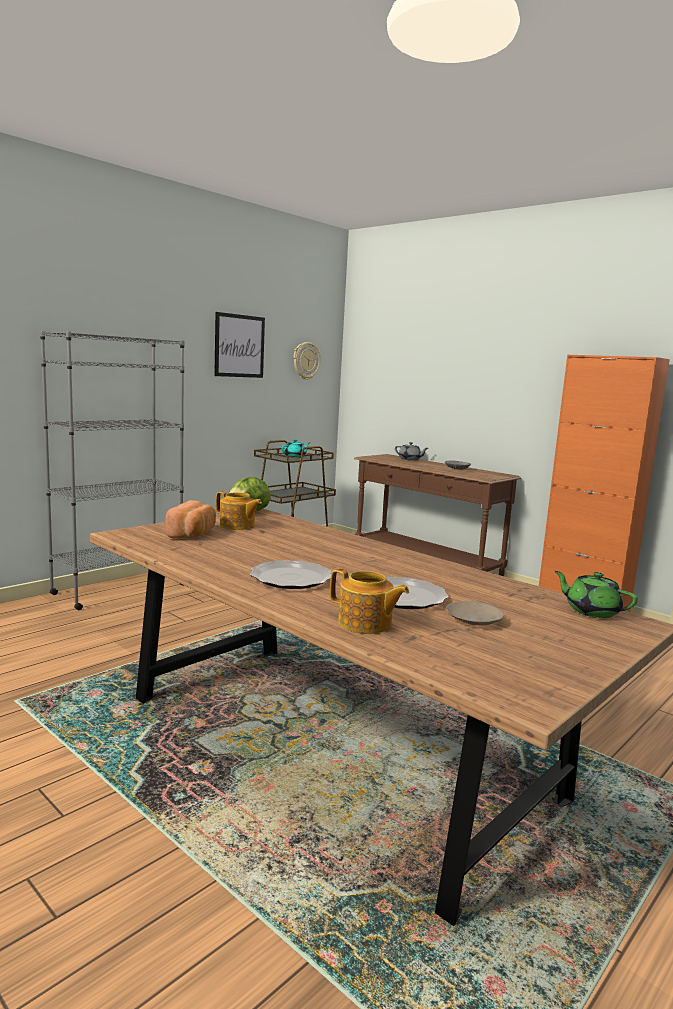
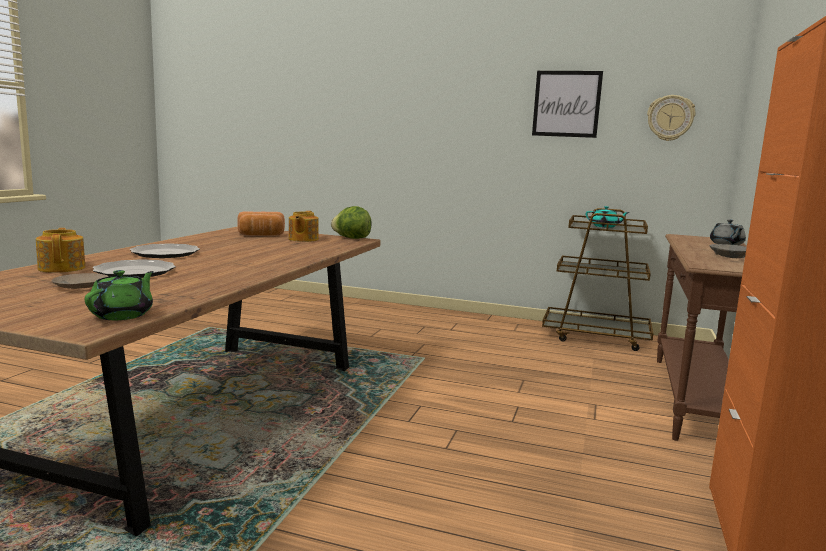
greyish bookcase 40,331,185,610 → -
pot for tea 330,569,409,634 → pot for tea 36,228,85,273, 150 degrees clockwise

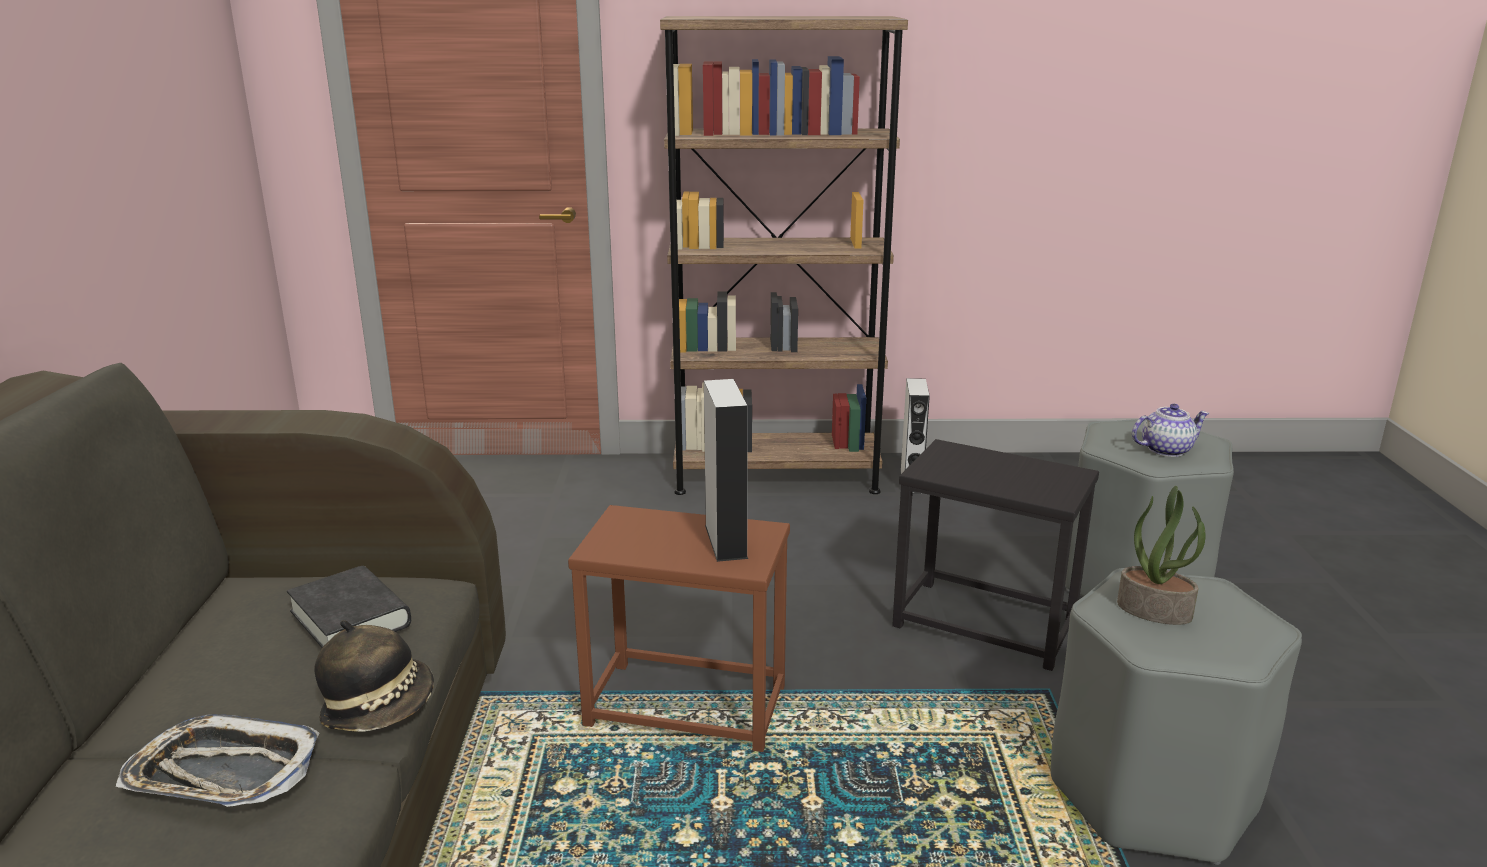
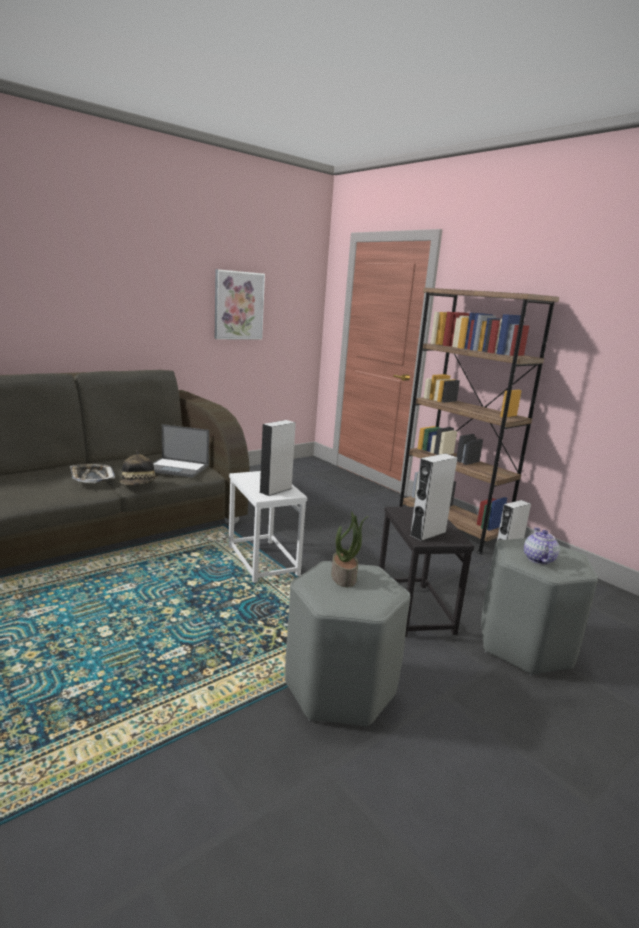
- → wall art 215,269,265,340
- → greyish loudspeaker 410,453,457,541
black bound book 287,566,411,648 → laptop 153,424,209,478
brownish accent table 568,505,790,752 → whitish accent table 229,471,307,583
pot for tea 1132,404,1210,457 → pot for tea 524,527,559,565, 120 degrees counterclockwise

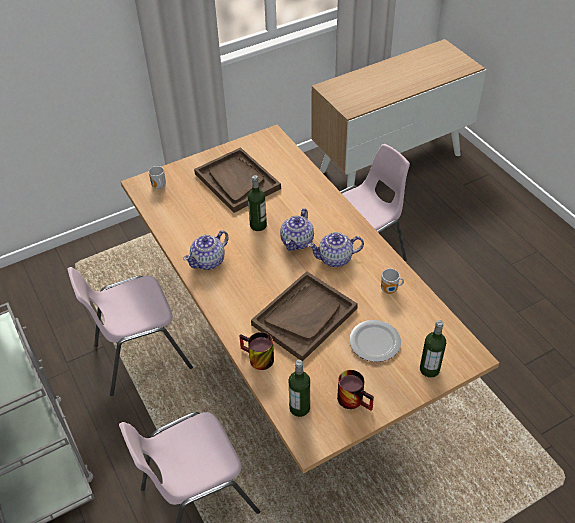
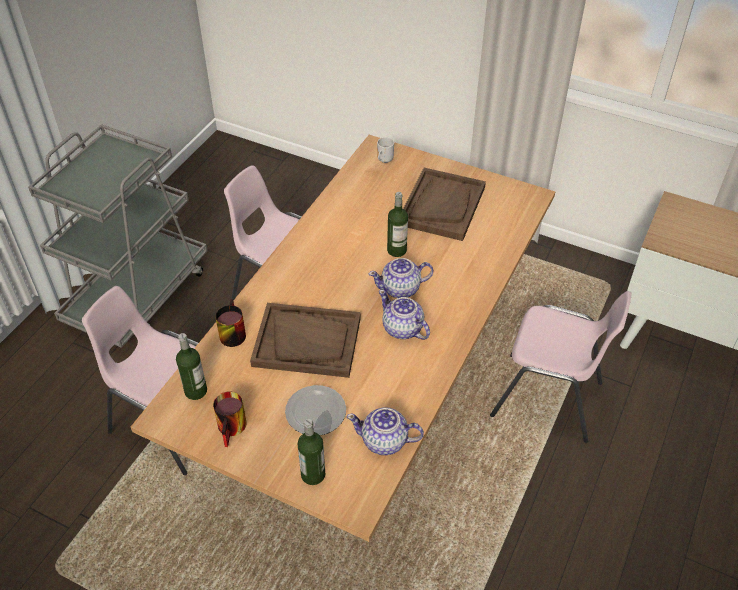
coffee mug 381,268,404,294 → -
pot for tea 183,230,229,270 → pot for tea 347,407,424,455, shifted

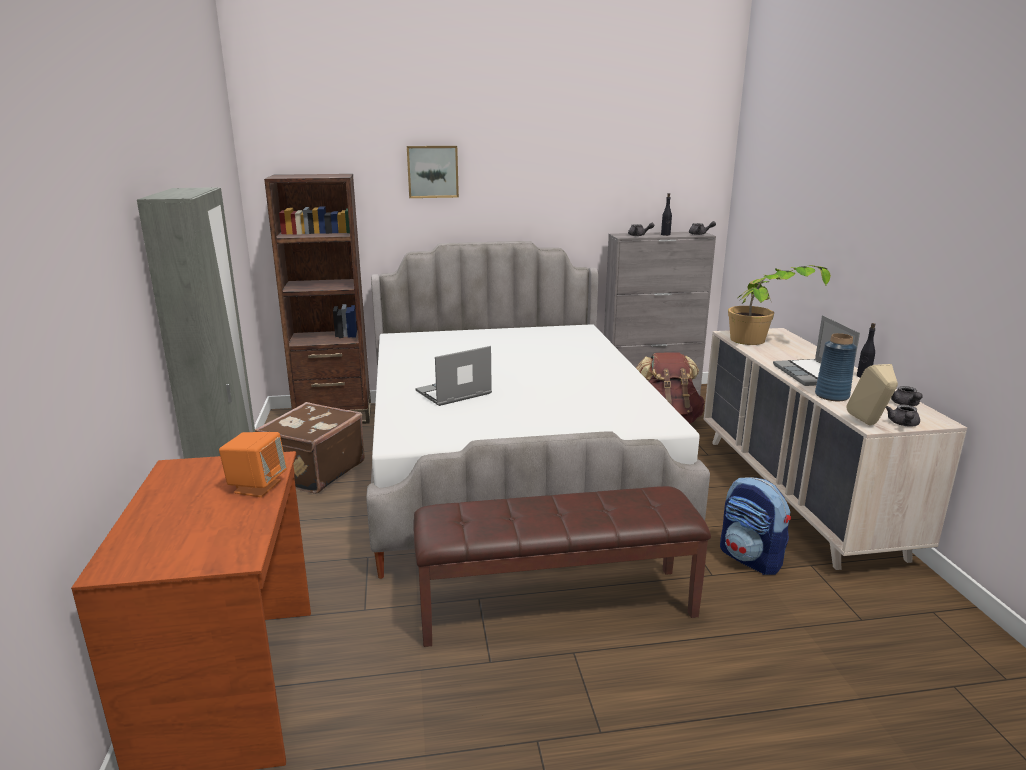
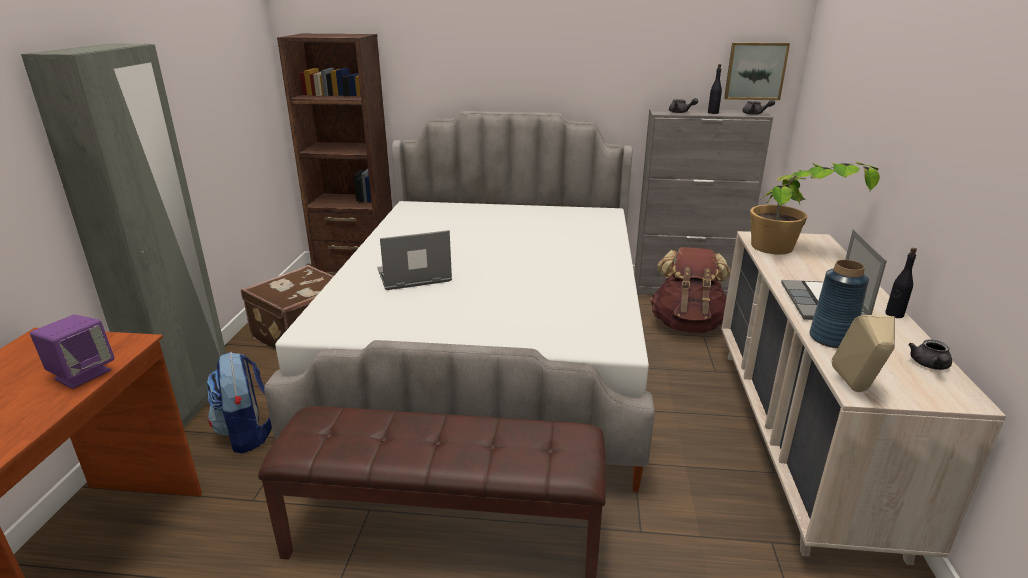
greyish pot for tea 886,404,920,427 → -
wall art 407,146,459,198 → wall art 724,42,790,100, shifted
rucksack 720,477,791,575 → rucksack 207,351,272,454, shifted
orange loudspeaker 219,432,287,497 → purplish loudspeaker 30,314,115,389

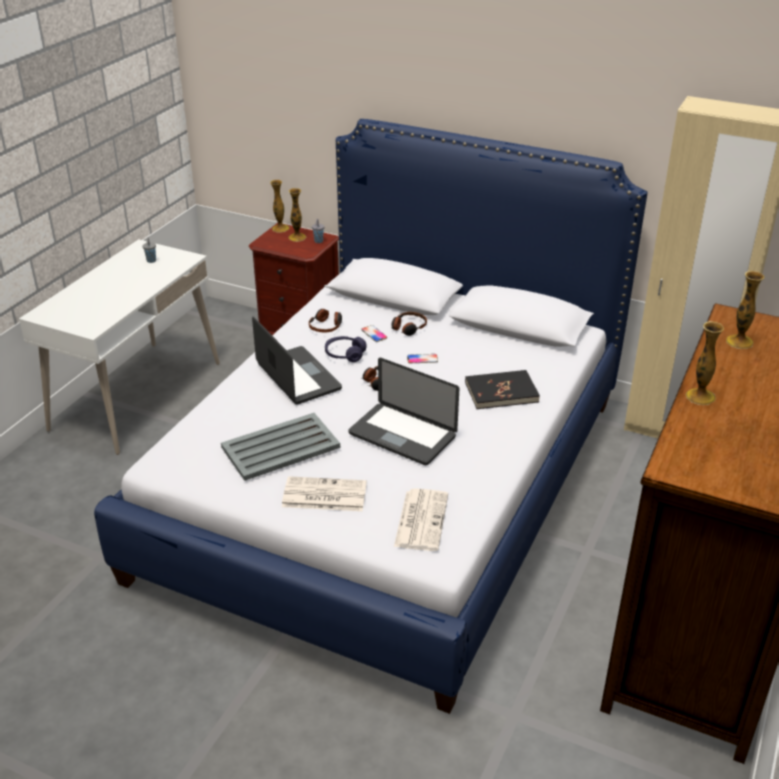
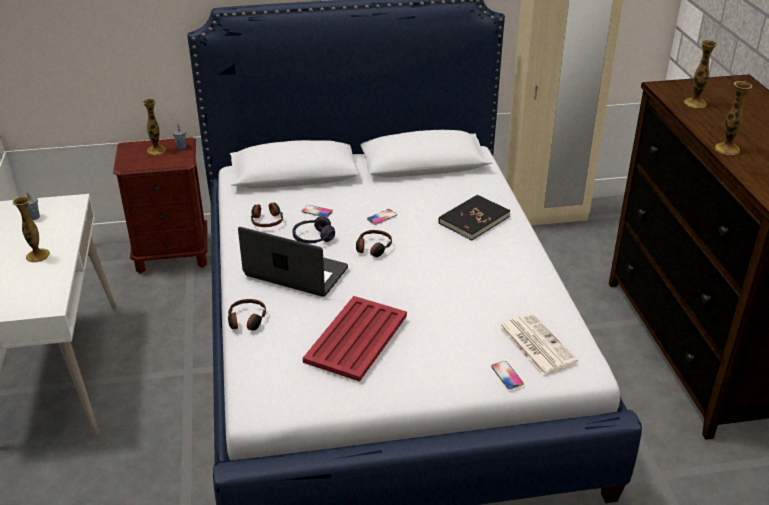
printed paper 282,476,367,511 → -
laptop 348,358,459,465 → -
- → telephone 491,361,524,389
vase 270,180,290,233 → vase 13,196,50,263, shifted
headphones 391,312,427,336 → headphones 228,299,266,330, shifted
greyish tray 221,413,340,481 → red-coloured tray 303,296,407,382

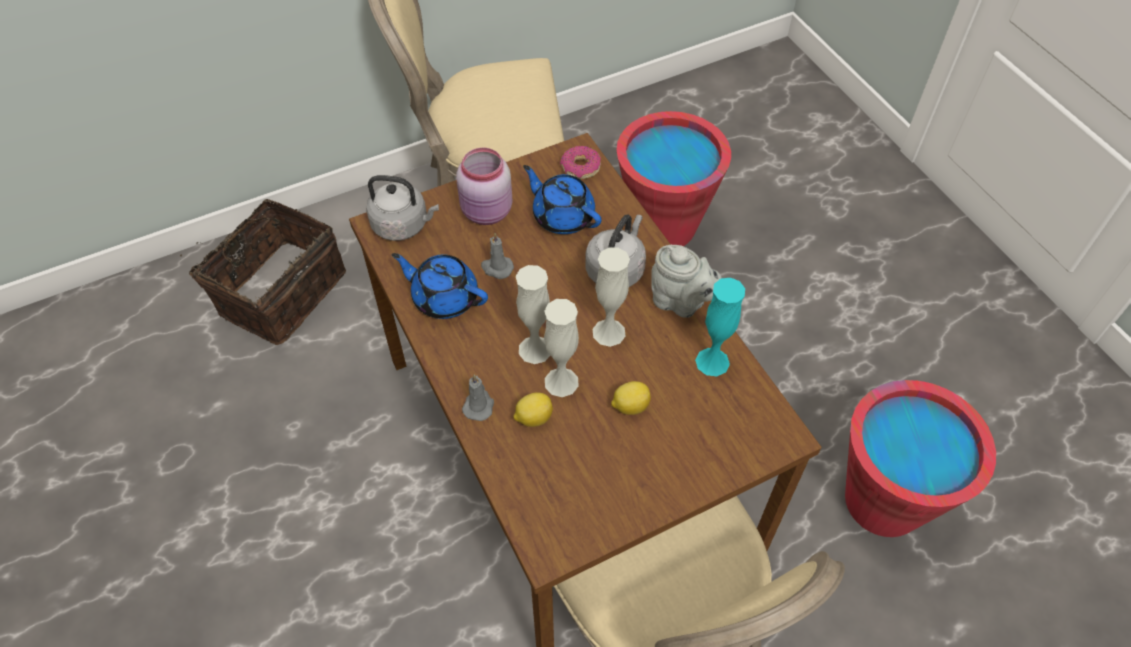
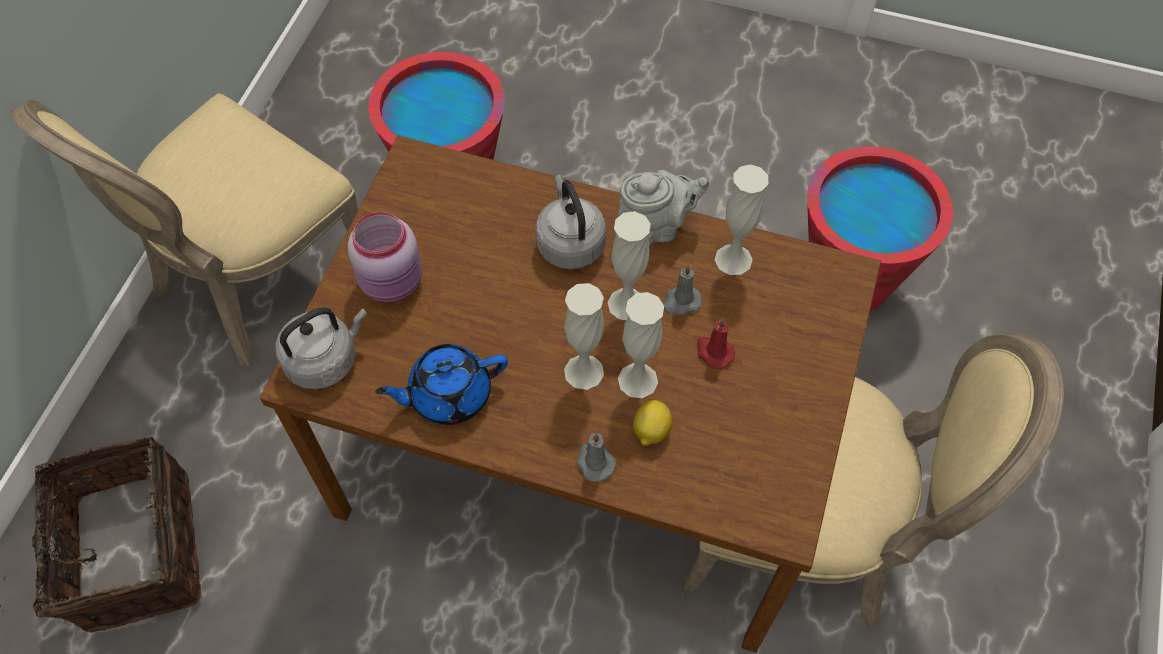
bluish pot for tea 523,165,602,234 → -
doughnut 560,146,601,179 → -
greyish candle 481,233,514,279 → greyish candle 663,265,702,315, shifted
whole lemon 611,381,651,415 → red-coloured candle 697,318,735,369
turquoise vase 695,278,745,376 → whitish vase 715,165,769,275

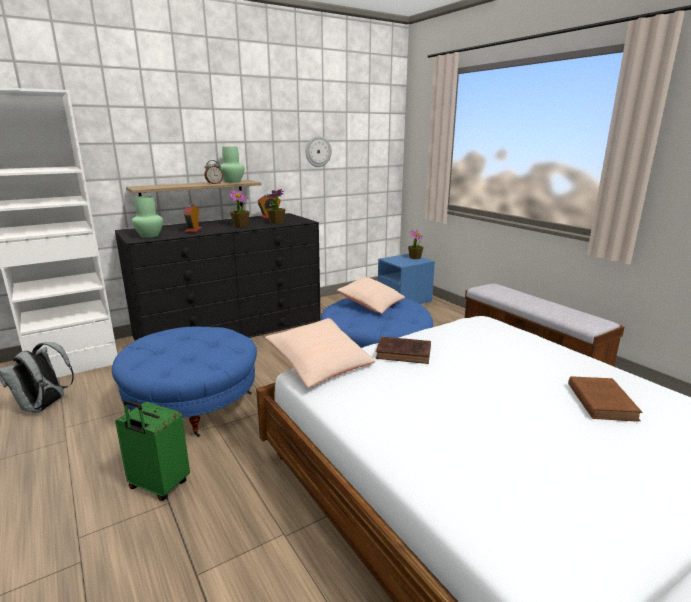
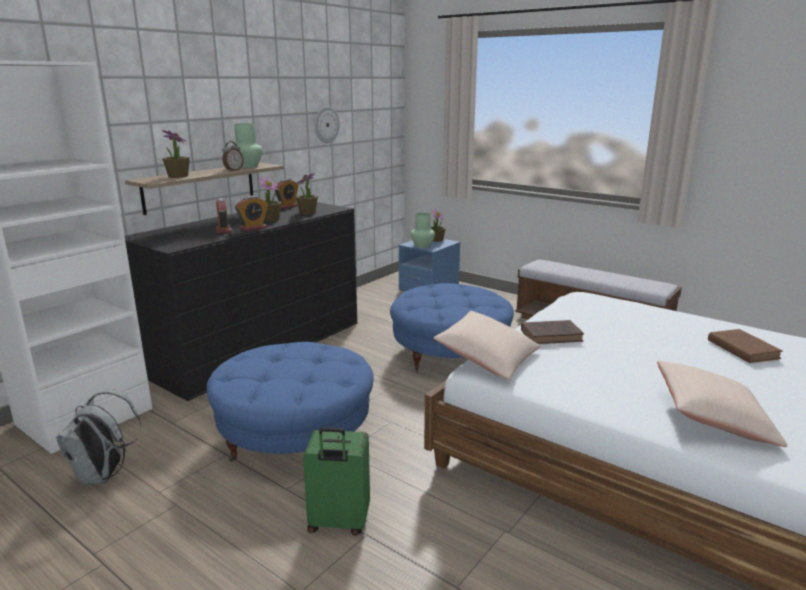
- → plant in a pot 162,130,190,178
- → table clock 235,196,268,231
green-coloured vase 132,196,163,238 → green-coloured vase 410,213,435,248, shifted
sand-coloured pillow 337,277,405,314 → sand-coloured pillow 657,361,787,447, shifted

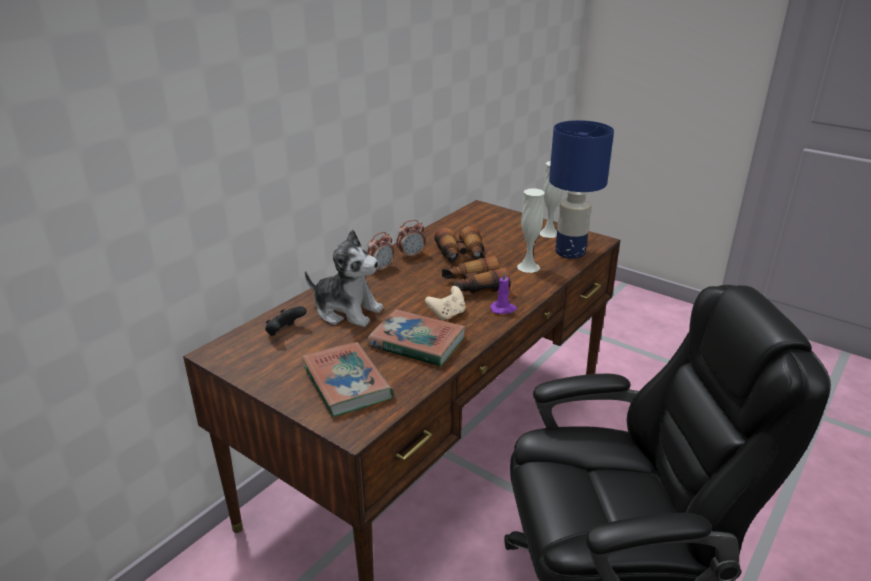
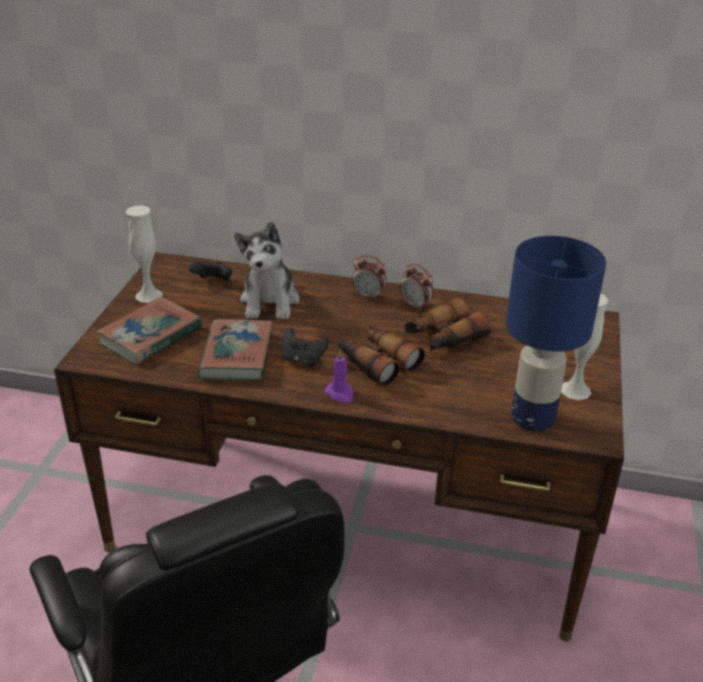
whitish vase 517,189,545,273 → whitish vase 125,205,162,303, shifted
sand-coloured gamepad 425,286,466,321 → black gamepad 282,328,329,367

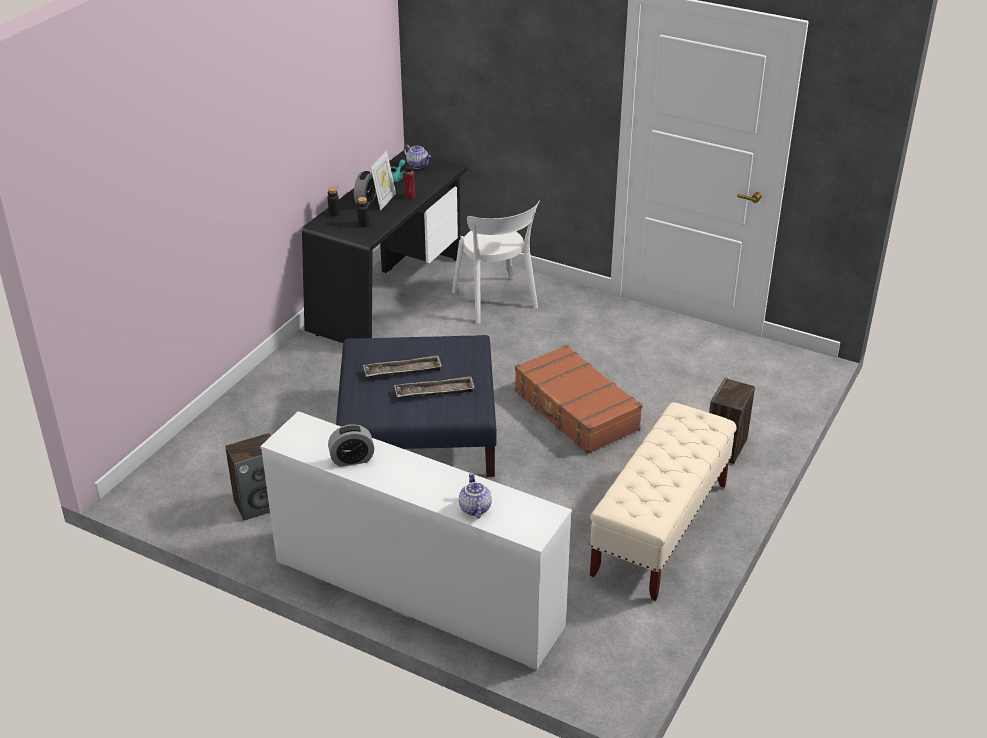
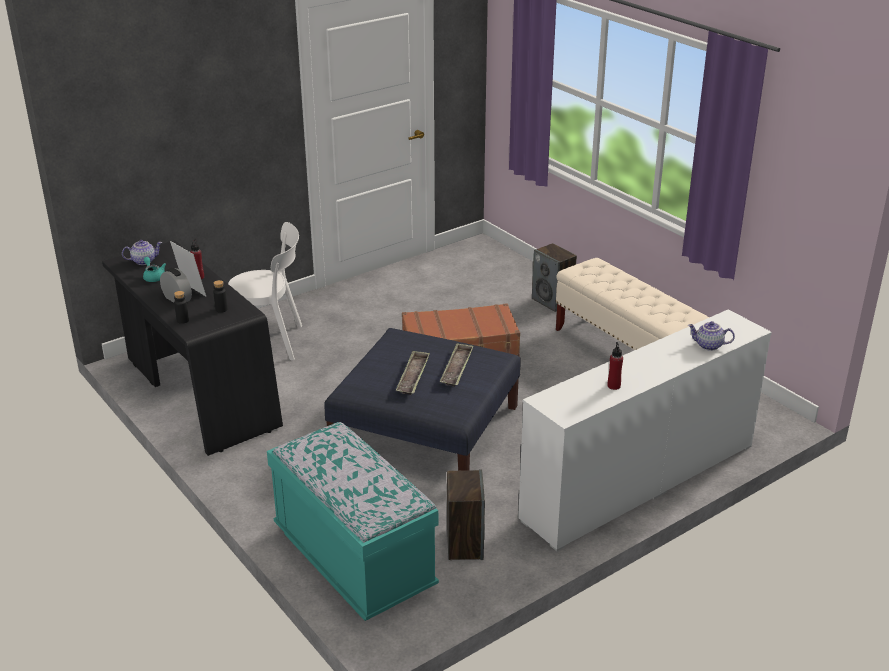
- → turquoise bench 267,422,439,621
table clock 328,424,374,467 → red-coloured drink bottle 608,342,623,390

